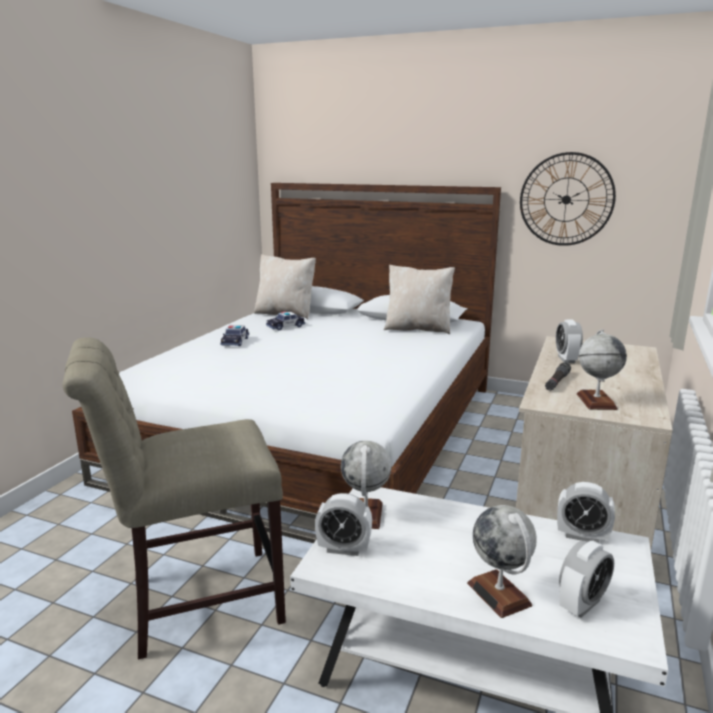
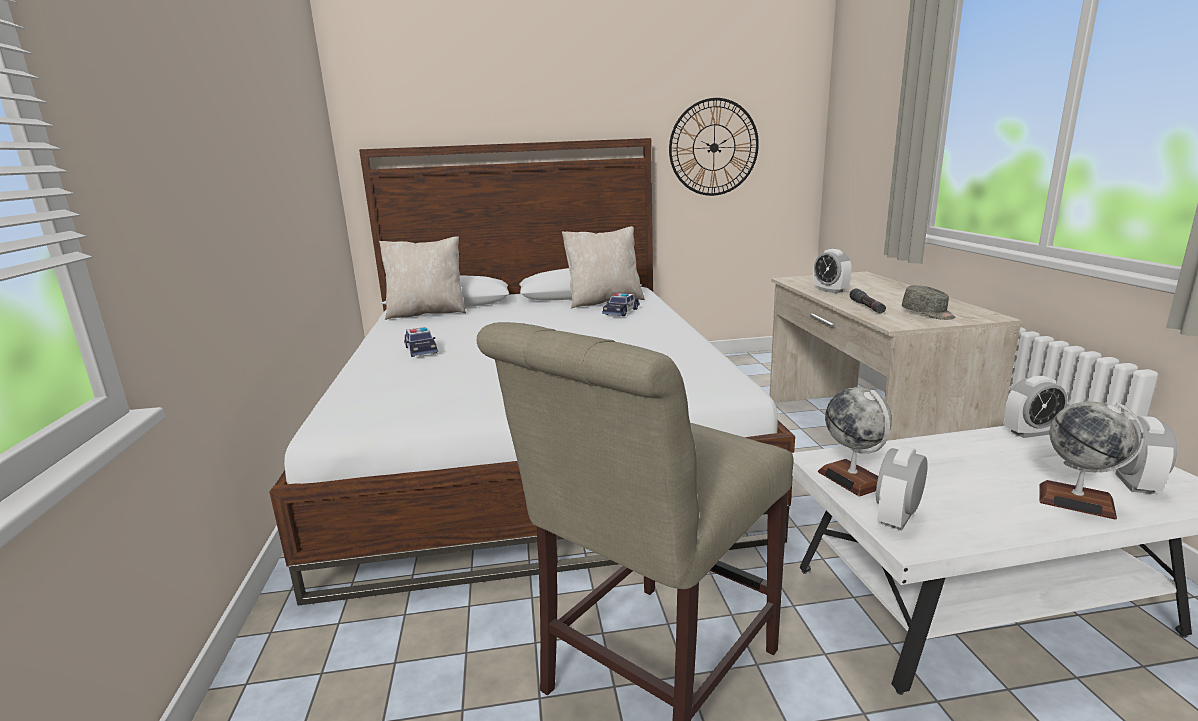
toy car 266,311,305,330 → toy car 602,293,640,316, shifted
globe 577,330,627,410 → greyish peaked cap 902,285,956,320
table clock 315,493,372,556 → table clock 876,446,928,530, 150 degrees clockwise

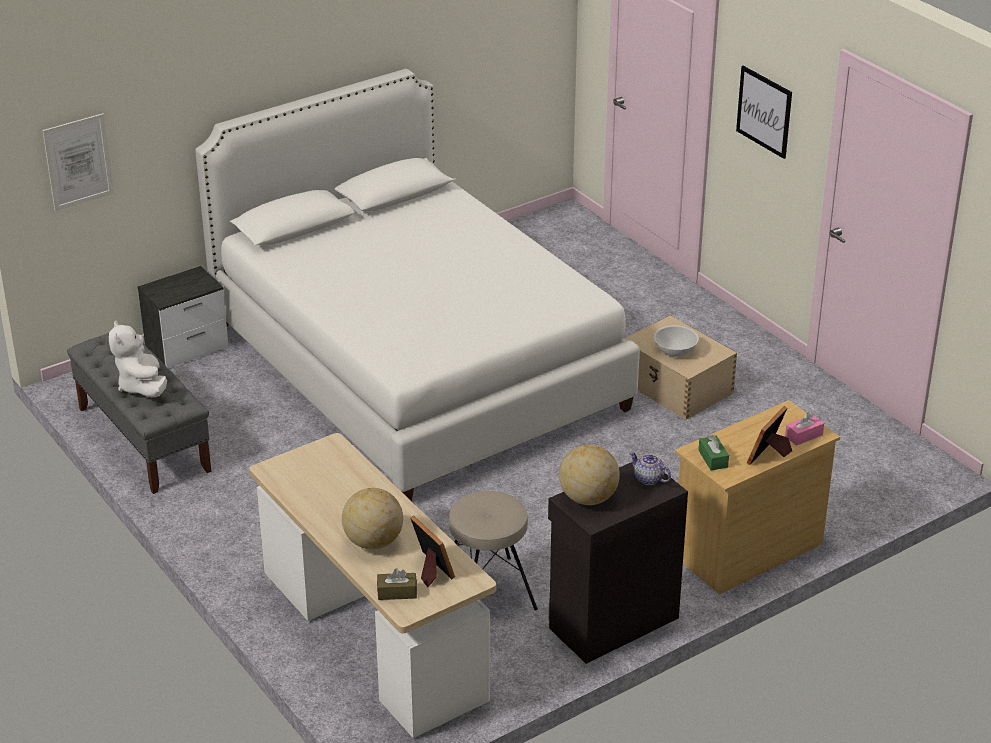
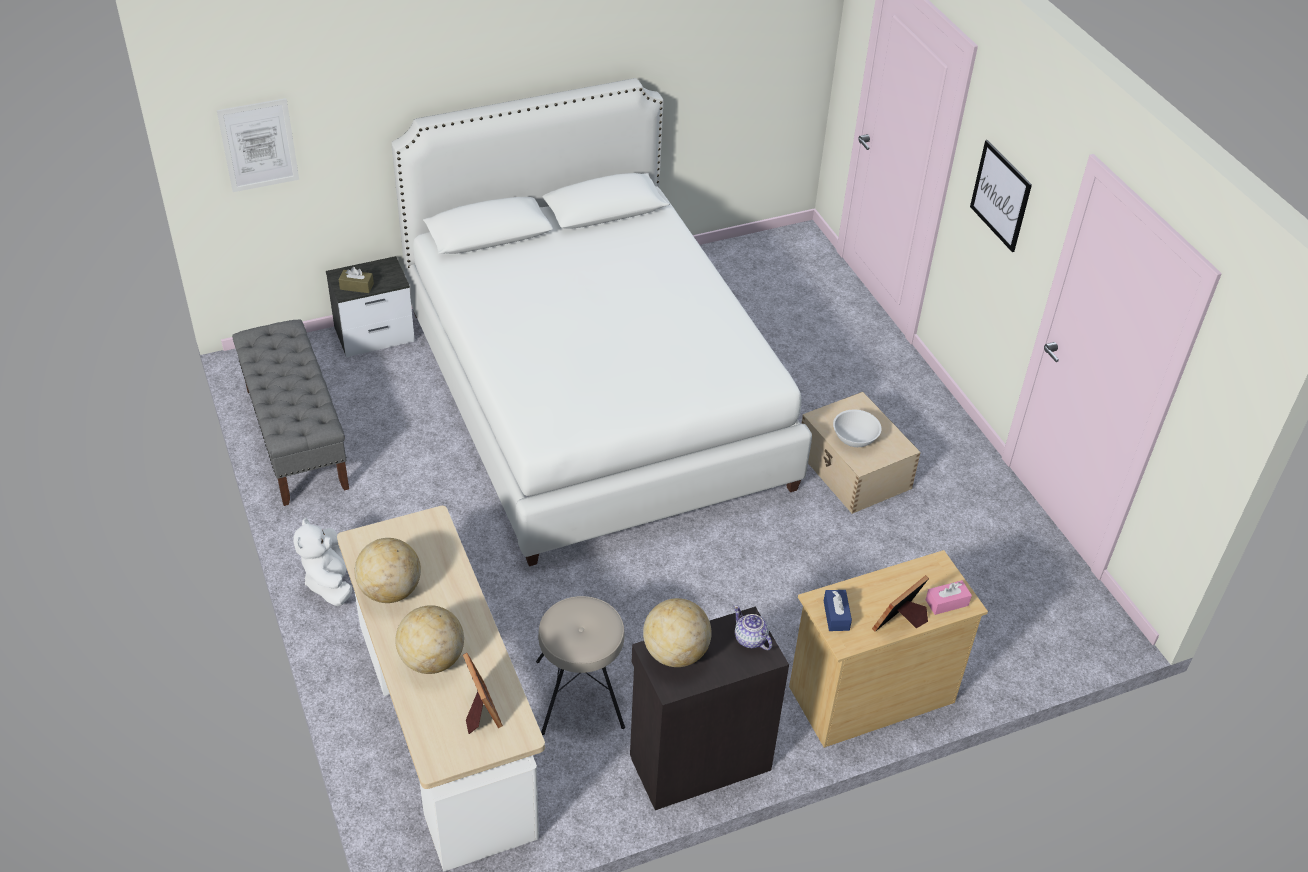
- → globe 355,538,421,603
whitish soft toy 109,320,167,397 → whitish soft toy 293,518,352,606, shifted
brownish tissue box 377,568,417,600 → brownish tissue box 339,267,374,293, shifted
green-coloured tissue box 698,435,729,470 → bluish tissue box 824,590,852,631

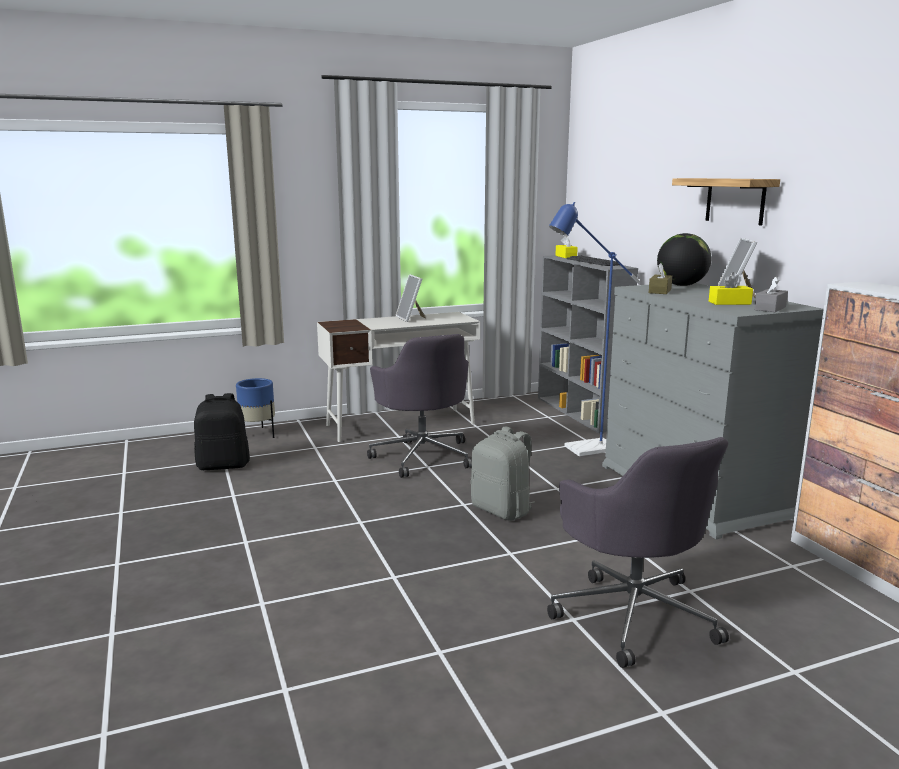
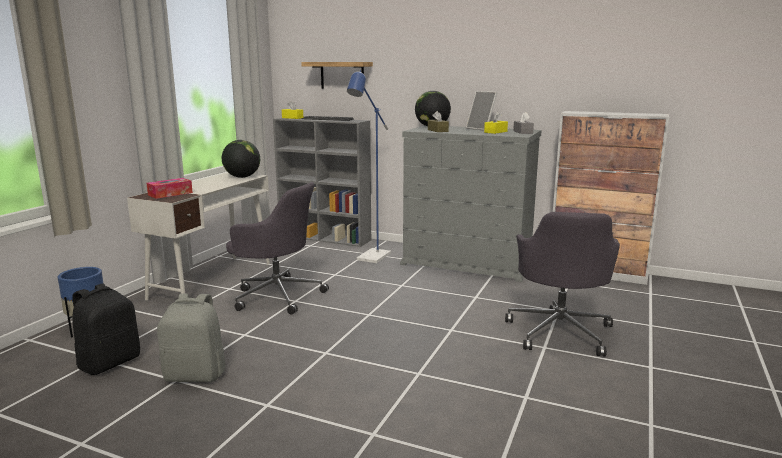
photo frame 396,274,426,322 → -
- → tissue box 147,178,193,199
- → globe 222,140,260,178
greyish rucksack 471,426,535,521 → greyish rucksack 157,294,226,382, shifted
wall shelf 672,178,780,225 → wall shelf 301,62,373,89, shifted
greyish computer chair 547,437,729,668 → greyish computer chair 505,212,620,356, 75 degrees clockwise

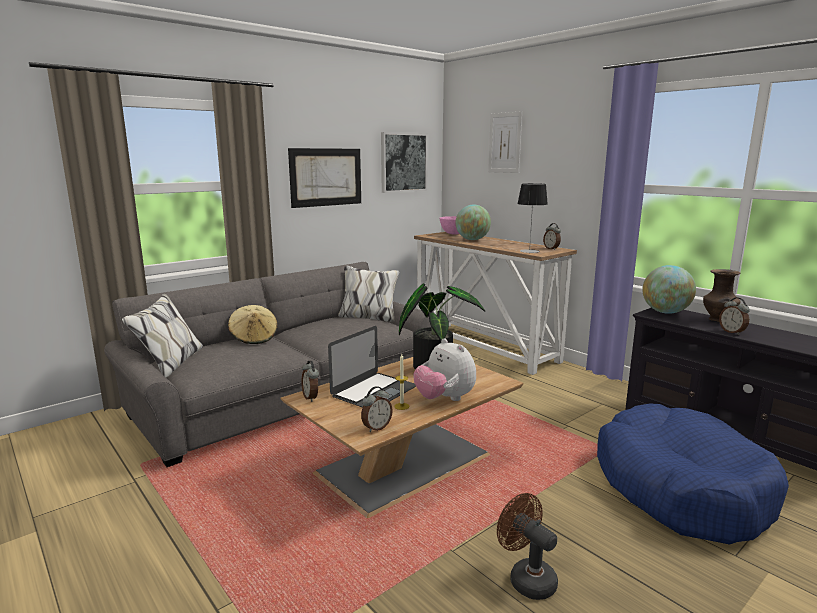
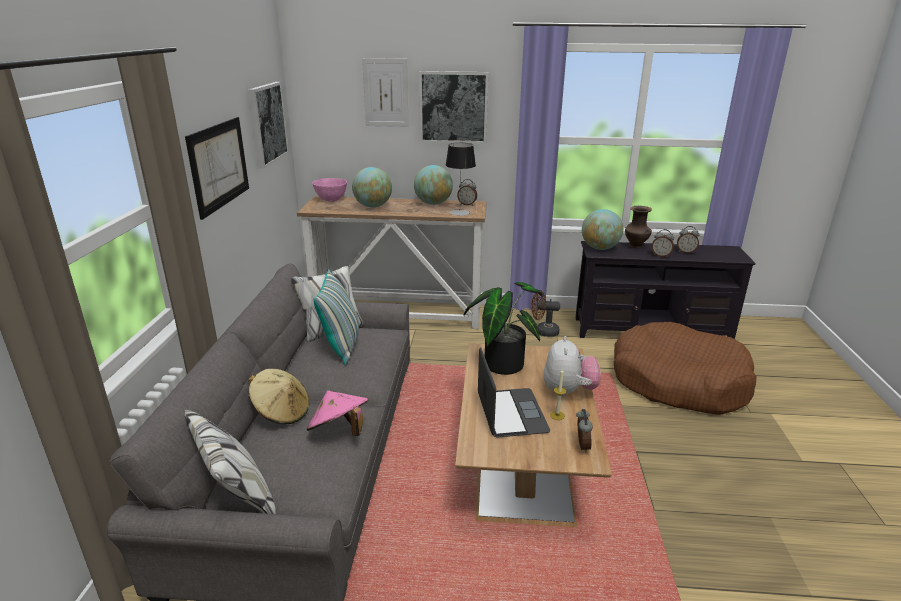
- → pink clothing hat 307,391,369,436
- → pillow 313,269,359,365
- → globe 414,165,453,205
- → wall art 419,71,489,144
table clock 302,361,319,402 → table clock 677,226,699,253, shifted
brownish cooling fan 497,493,558,600 → brownish cooling fan 531,290,560,337, shifted
bluish dog bed 597,403,789,545 → brownish dog bed 614,322,757,415
soft toy 413,338,476,401 → soft toy 543,336,601,397, 90 degrees counterclockwise

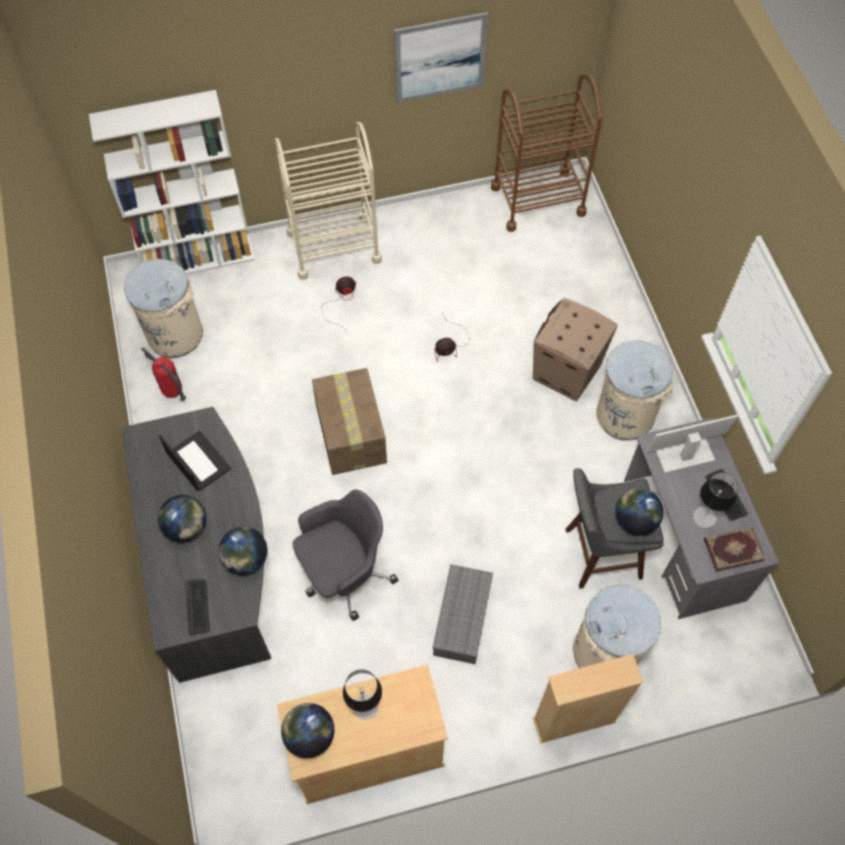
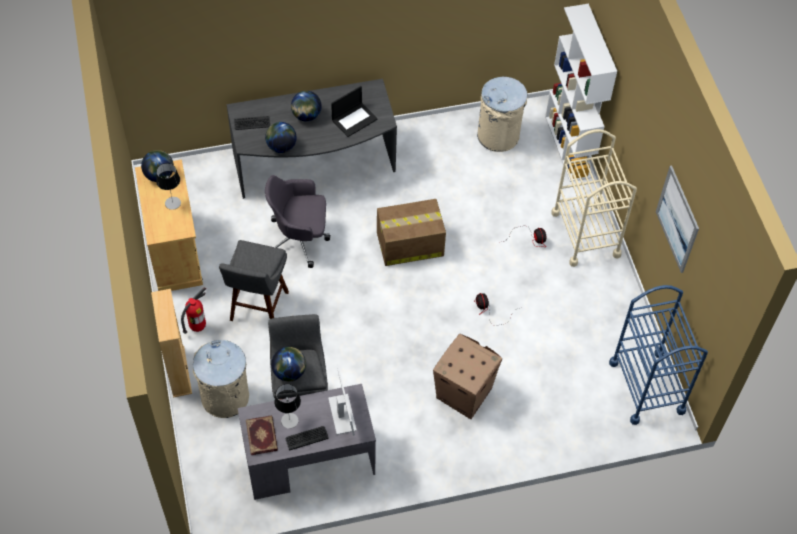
sand-coloured waste bin 596,340,673,441 → -
extinguisher 141,347,186,401 → extinguisher 181,288,206,334, shifted
greyish storage container 433,564,493,664 → greyish stool seat 219,240,289,321
brownish cart 491,74,602,232 → bluish cart 609,285,708,425
greyish computer chair 293,489,398,621 → greyish computer chair 265,175,331,268, 120 degrees clockwise

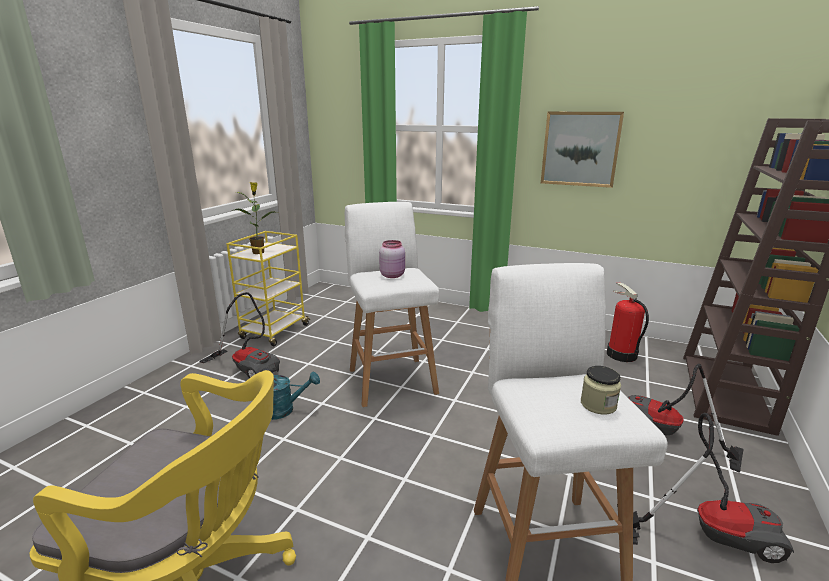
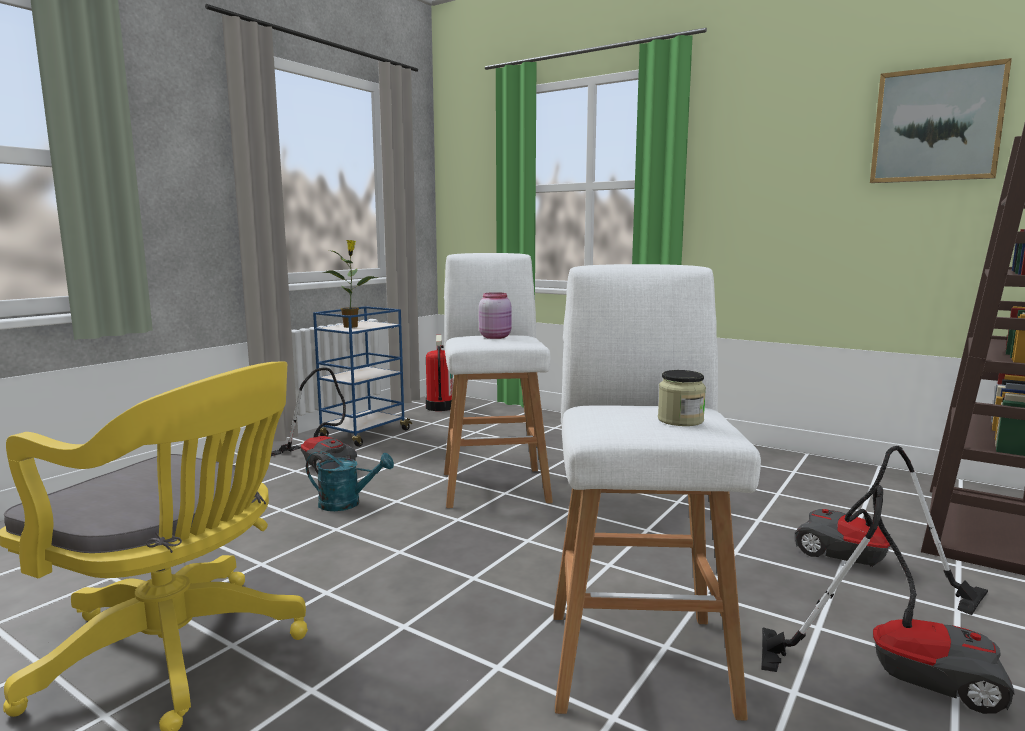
wall art 541,112,624,188 → wall art 870,58,1012,183, shifted
extinguisher 607,282,649,362 → extinguisher 426,335,453,411, shifted
yellow-coloured cart 226,231,310,346 → bluish cart 313,306,412,447

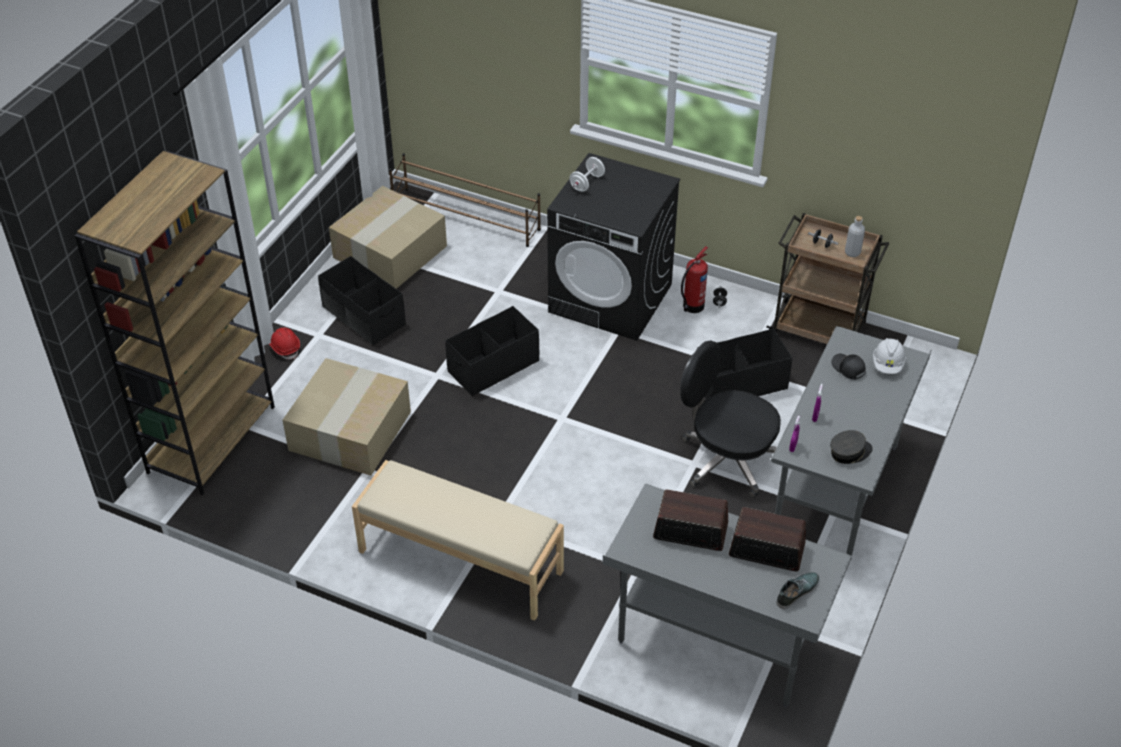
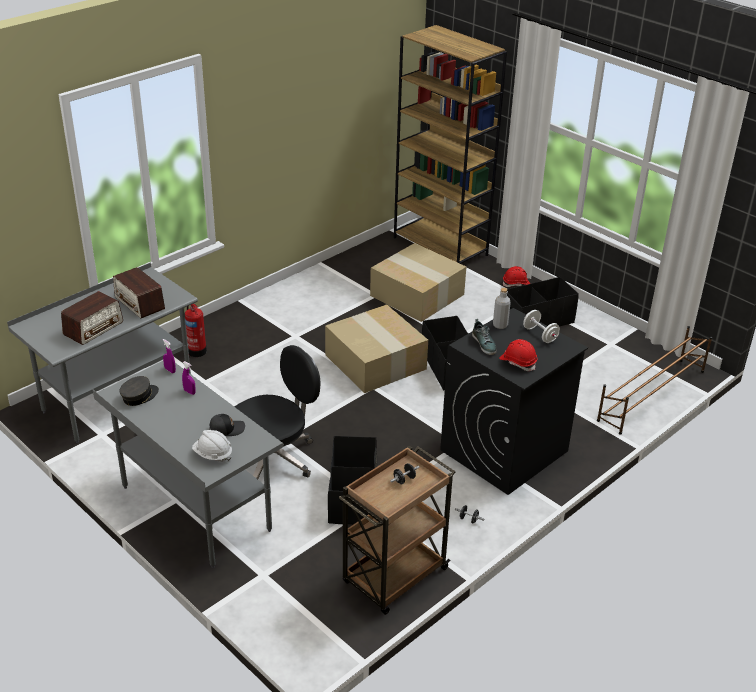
sand-coloured bench 352,460,564,621 → -
- → red-coloured safety helmet 499,339,537,371
cardboard box 329,186,447,289 → cardboard box 325,305,428,393, shifted
extinguisher 681,246,708,313 → extinguisher 185,304,207,357, shifted
shoe 777,572,820,609 → shoe 472,319,497,355, shifted
greyish drink bottle 845,216,865,257 → greyish drink bottle 493,288,511,329, shifted
radio receiver 653,490,728,551 → radio receiver 113,267,165,318, 105 degrees clockwise
greyish peaked cap 830,430,873,464 → greyish peaked cap 119,376,159,406, 135 degrees counterclockwise

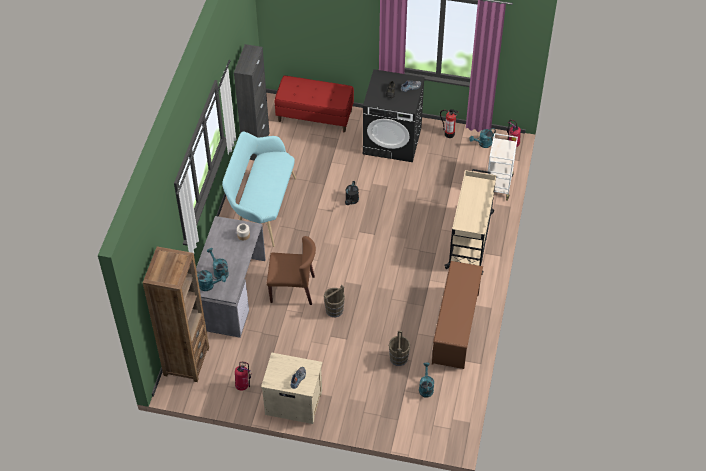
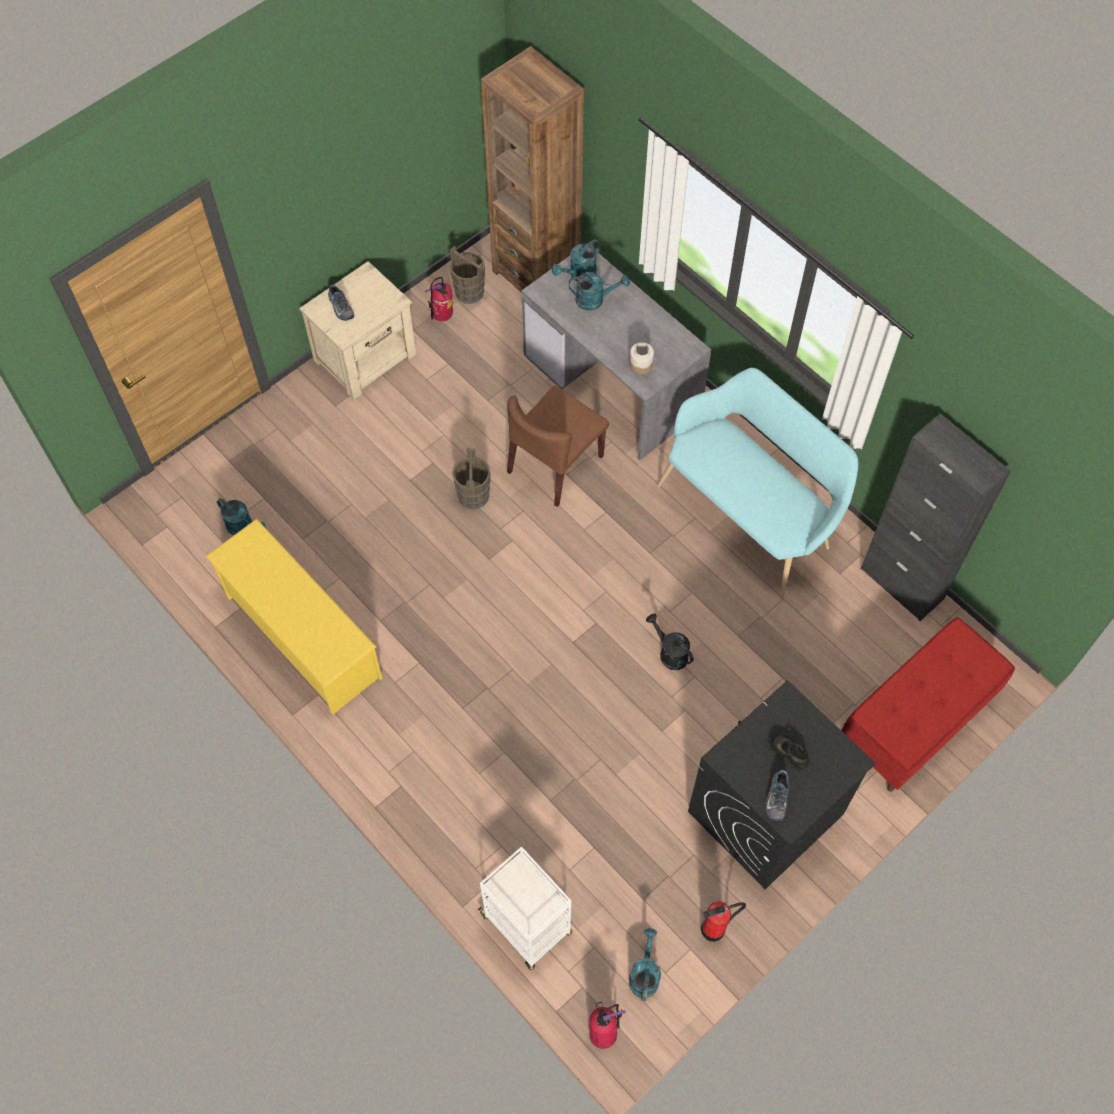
sand-coloured cart 445,169,496,274 → -
brownish bucket 389,331,410,366 → brownish bucket 450,246,485,304, shifted
brownish shoe shelf 432,261,483,369 → yellow-coloured shoe shelf 205,519,383,715

